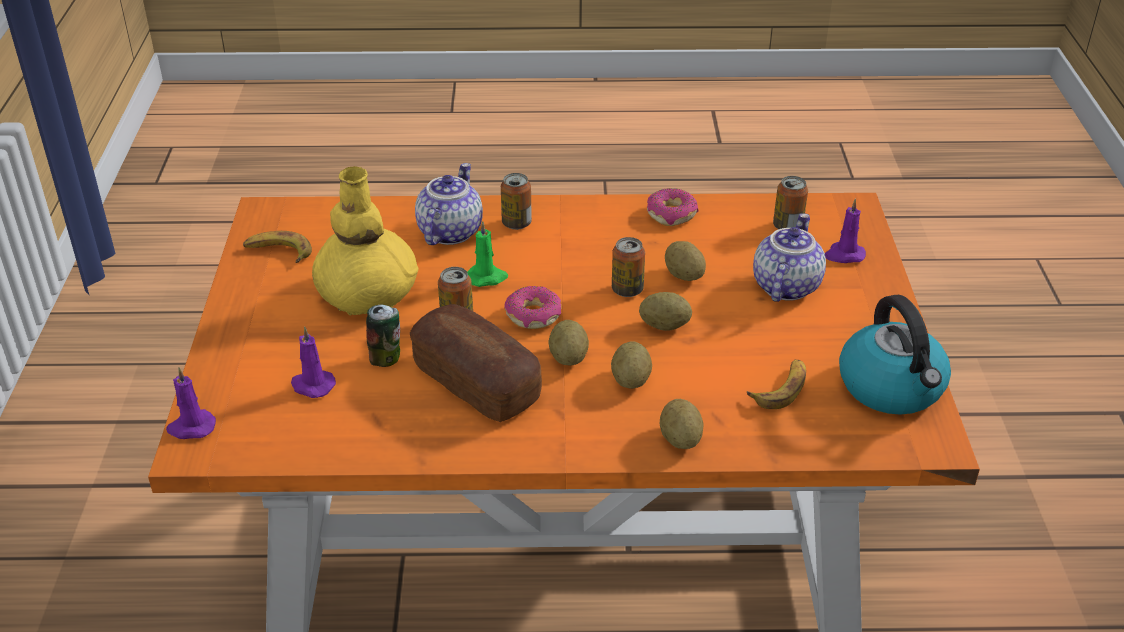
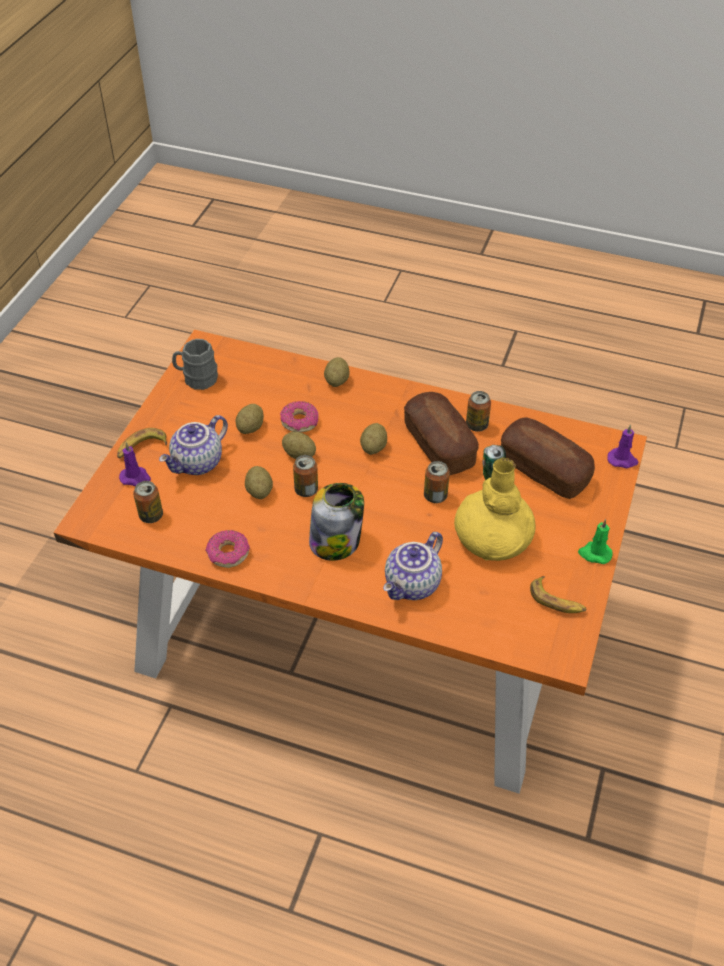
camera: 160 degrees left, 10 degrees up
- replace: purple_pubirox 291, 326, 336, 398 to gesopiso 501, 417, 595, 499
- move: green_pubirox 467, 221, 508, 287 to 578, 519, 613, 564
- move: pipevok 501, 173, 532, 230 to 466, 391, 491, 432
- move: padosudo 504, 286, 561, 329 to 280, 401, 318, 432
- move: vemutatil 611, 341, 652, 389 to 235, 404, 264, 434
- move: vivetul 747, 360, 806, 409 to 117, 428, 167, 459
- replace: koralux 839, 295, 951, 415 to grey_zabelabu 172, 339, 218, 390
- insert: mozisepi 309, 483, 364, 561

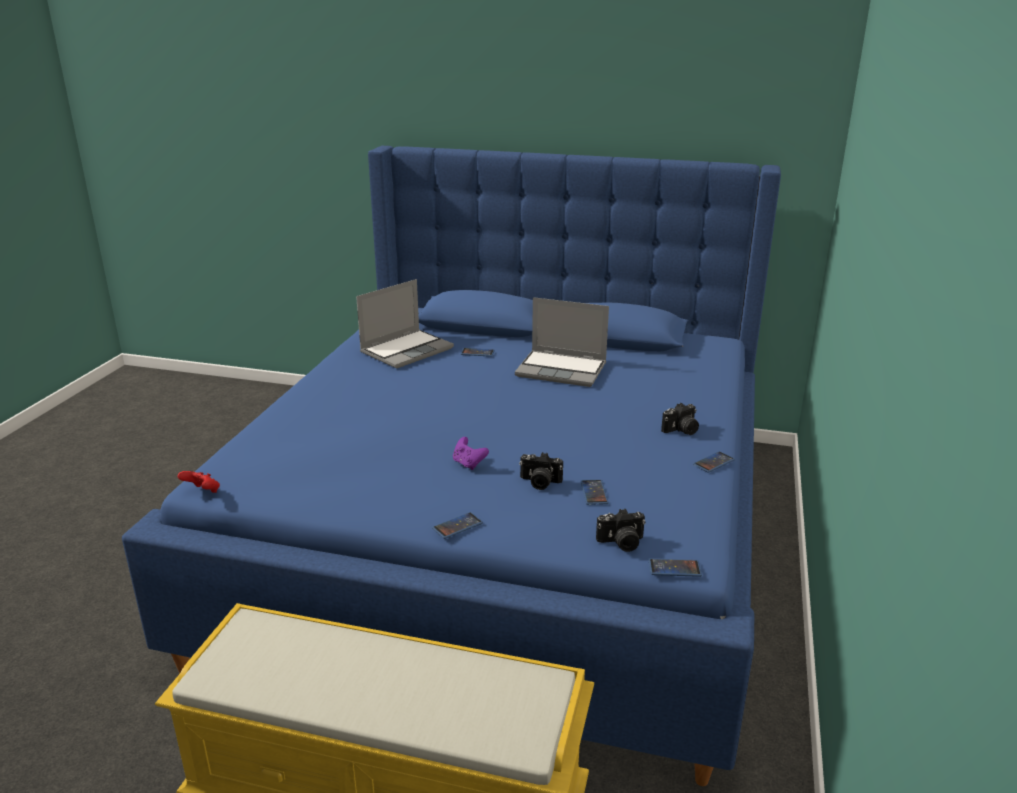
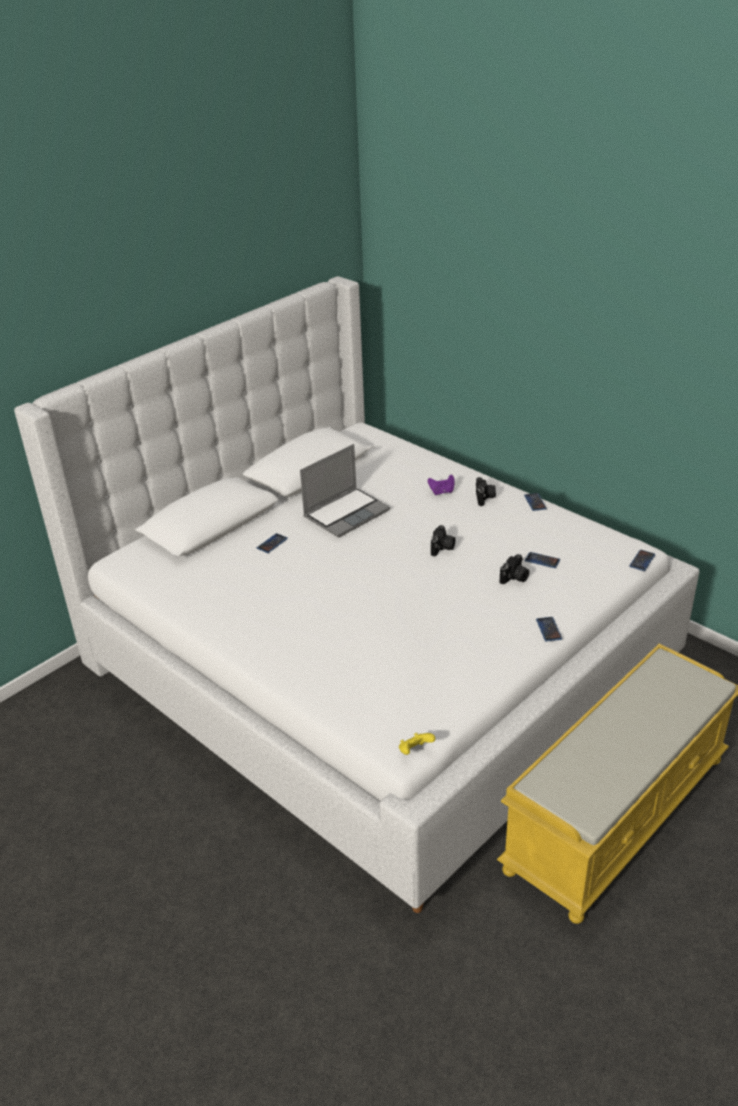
camera: 60 degrees left, 10 degrees up
- recolor: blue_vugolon 122, 146, 781, 786 to white_vugolon 14, 276, 700, 913
- recolor: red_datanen 177, 471, 220, 493 to yellow_datanen 399, 733, 435, 755
- delete: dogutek 356, 279, 454, 369
- move: purple_datanen 453, 437, 489, 470 to 428, 474, 455, 495
- move: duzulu 596, 509, 646, 552 to 431, 525, 455, 556

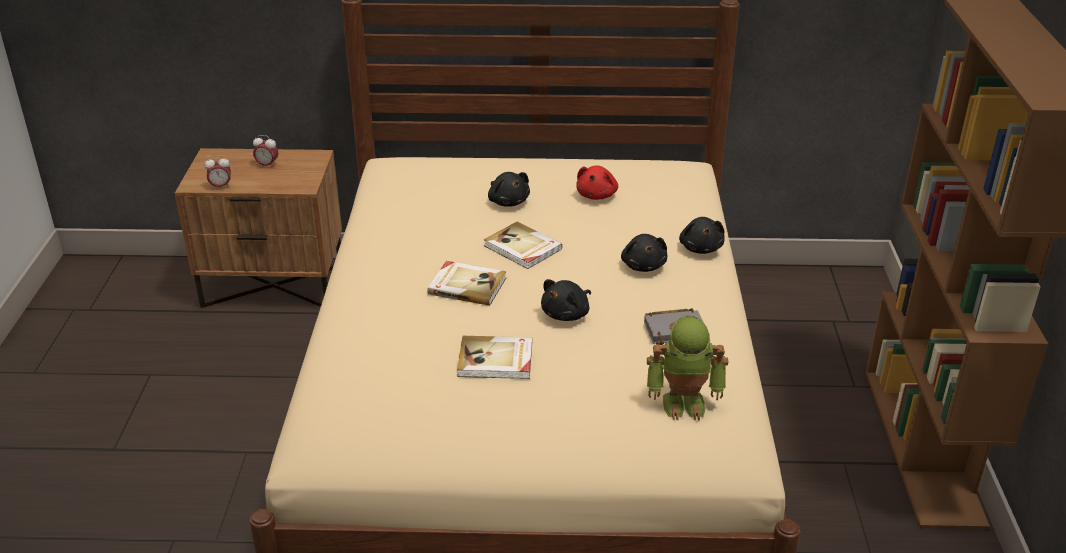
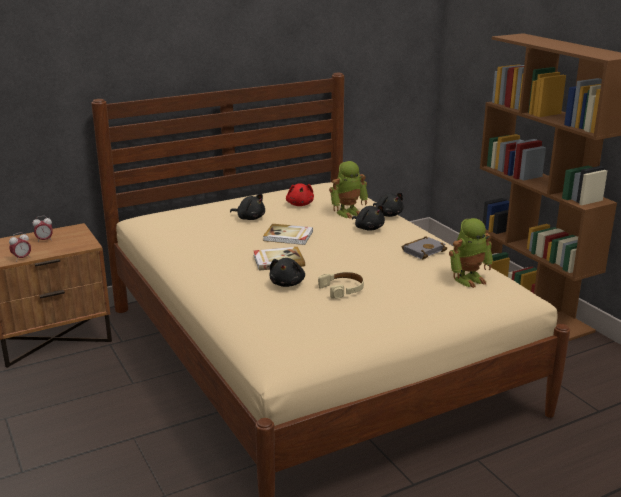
camera: 30 degrees left, 10 degrees down
- replace: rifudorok 457, 336, 532, 379 to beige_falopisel 318, 272, 364, 299
- move: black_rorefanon 541, 279, 591, 321 to 269, 258, 305, 287
- insert: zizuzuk 329, 161, 368, 219

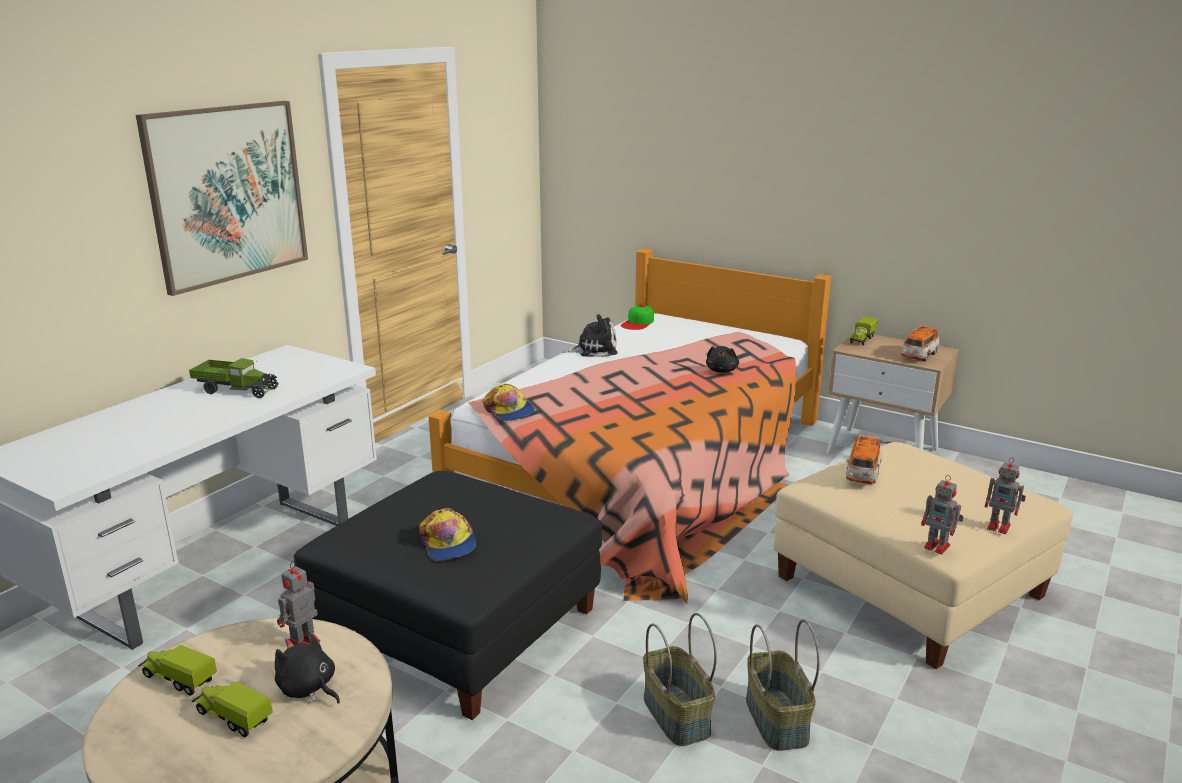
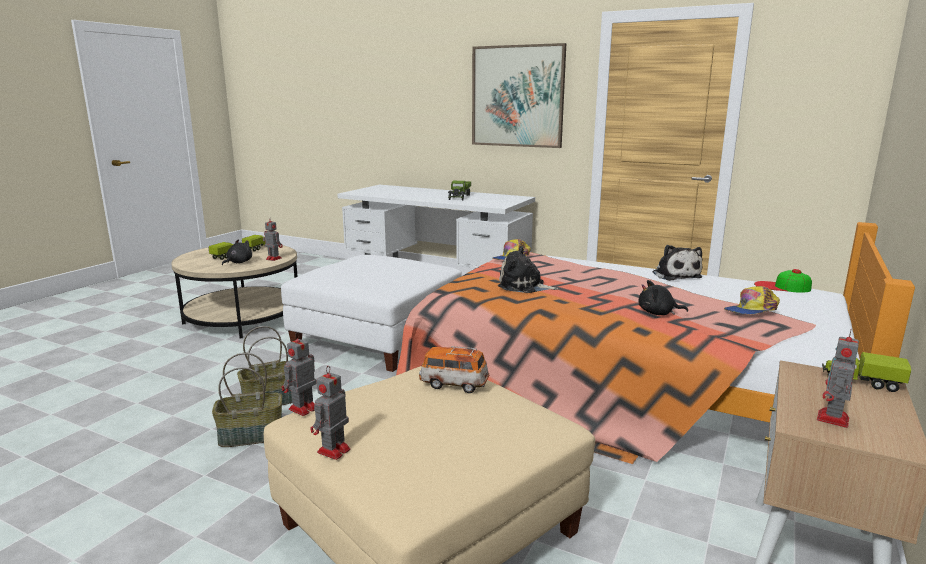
camera: 85 degrees right, 5 degrees down
- recolor: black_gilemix 294, 471, 602, 720 to white_gilemix 281, 255, 462, 372
- move: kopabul 419, 508, 476, 561 to 724, 286, 780, 314
- replace: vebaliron 901, 325, 939, 361 to zizuzuk 817, 330, 859, 428
- insert: rorefanon 498, 246, 558, 293

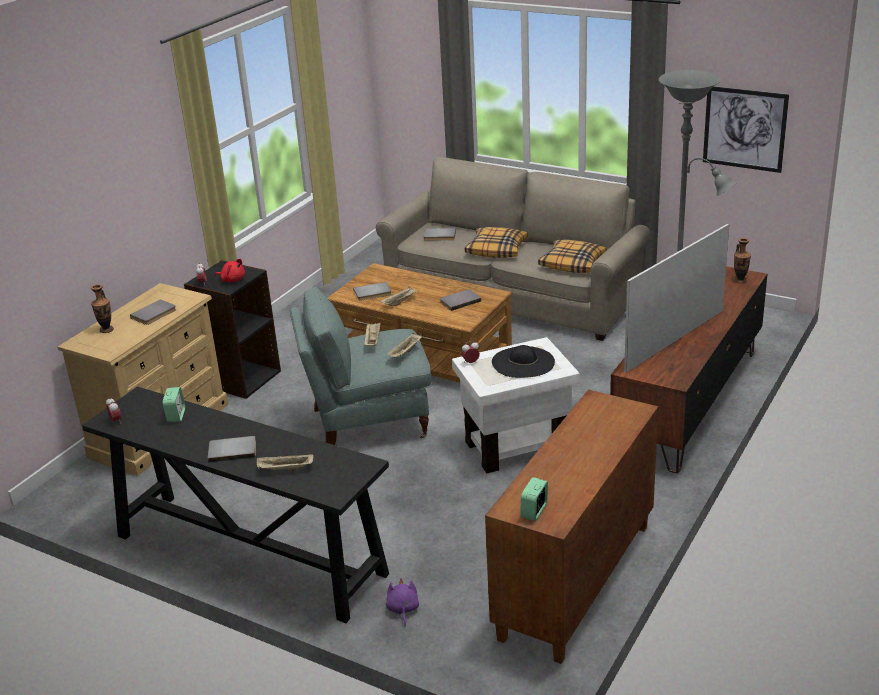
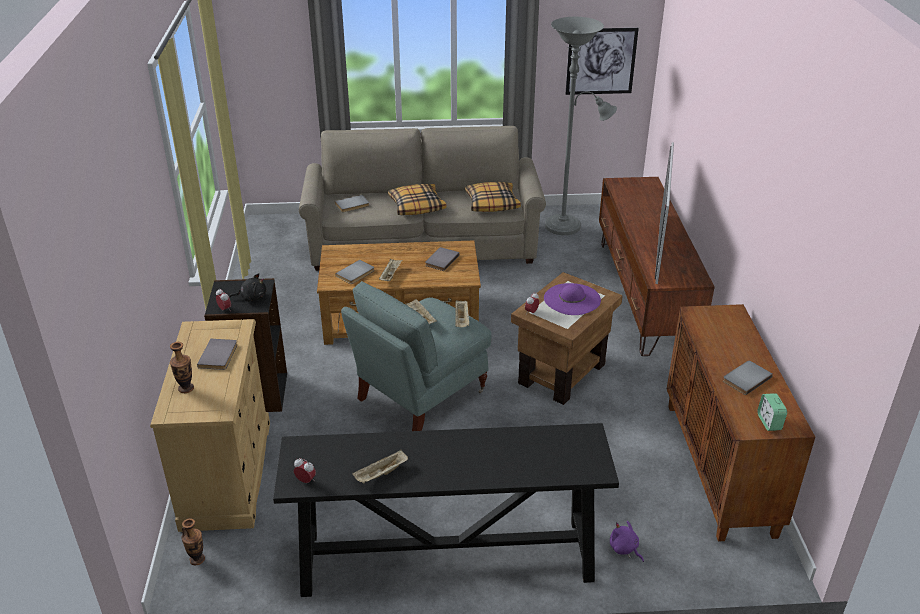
camera: 35 degrees left, 5 degrees up
- delete: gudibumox 163, 387, 185, 422
- move: grey_rifudorok 208, 436, 256, 463 to 723, 361, 773, 395
- recolor: red_rorefanon 215, 259, 245, 282 to black_rorefanon 230, 273, 266, 302
- move: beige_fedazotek 257, 453, 313, 471 to 352, 450, 408, 484
- recolor: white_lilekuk 452, 337, 580, 473 to brown_lilekuk 511, 272, 623, 405
- recolor: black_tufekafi 492, 345, 555, 378 to purple_tufekafi 544, 283, 601, 315
- move: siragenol 734, 238, 751, 284 to 182, 518, 205, 565

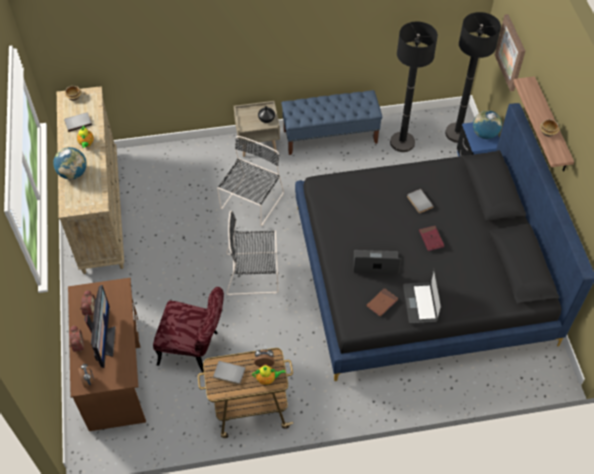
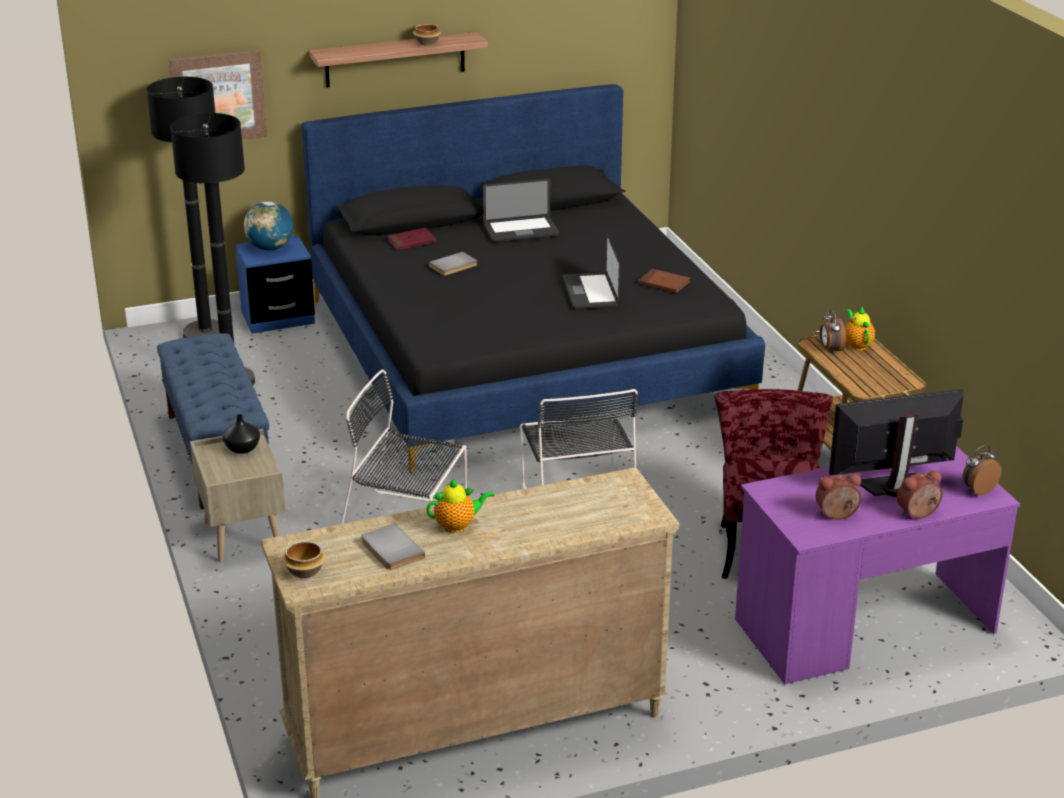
camera: 100 degrees left, 25 degrees down
- delete: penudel 53, 147, 87, 180
- recolor: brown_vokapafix 68, 278, 146, 431 to purple_vokapafix 735, 446, 1020, 684
- delete: grey_rifudorok 213, 361, 246, 385
- move: dogutek 403, 267, 441, 324 to 483, 179, 560, 243
- move: red_rifudorok 419, 226, 444, 251 to 387, 228, 436, 250

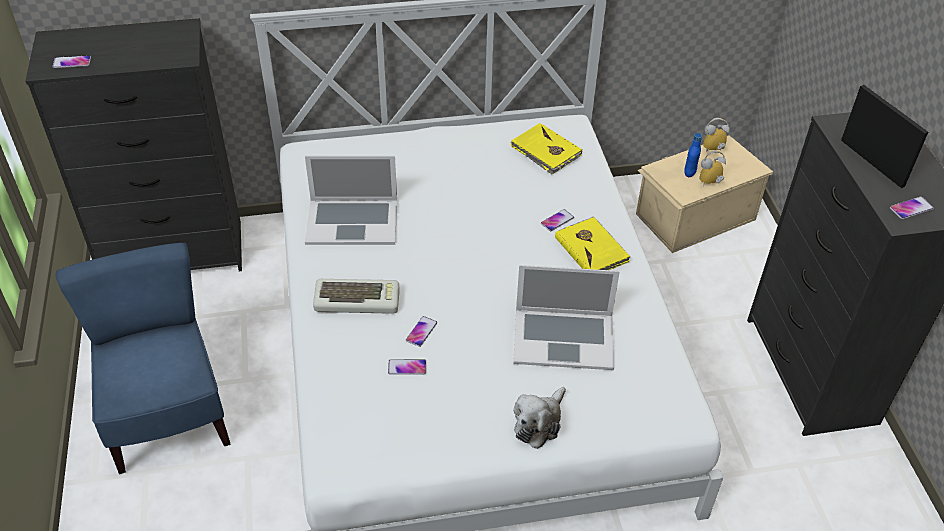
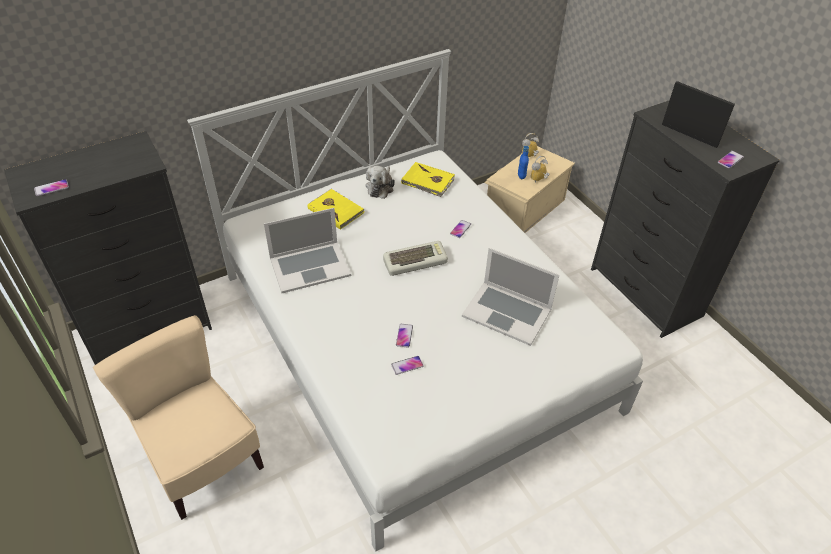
camera: 20 degrees left, 0 degrees up
- recolor: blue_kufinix 56, 243, 231, 474 to beige_kufinix 93, 315, 264, 520
- move: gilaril 313, 279, 400, 314 to 383, 241, 448, 276
- rotate: dogutek 513, 265, 620, 370 = 462, 248, 559, 346 45 degrees clockwise
- move: rorefanon 514, 387, 566, 449 to 366, 166, 395, 199
- move: yellow_rifudorok 555, 216, 630, 270 to 308, 189, 364, 230

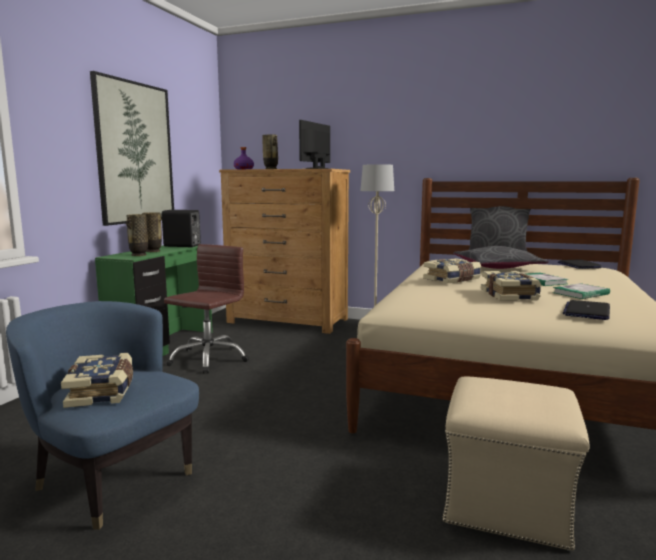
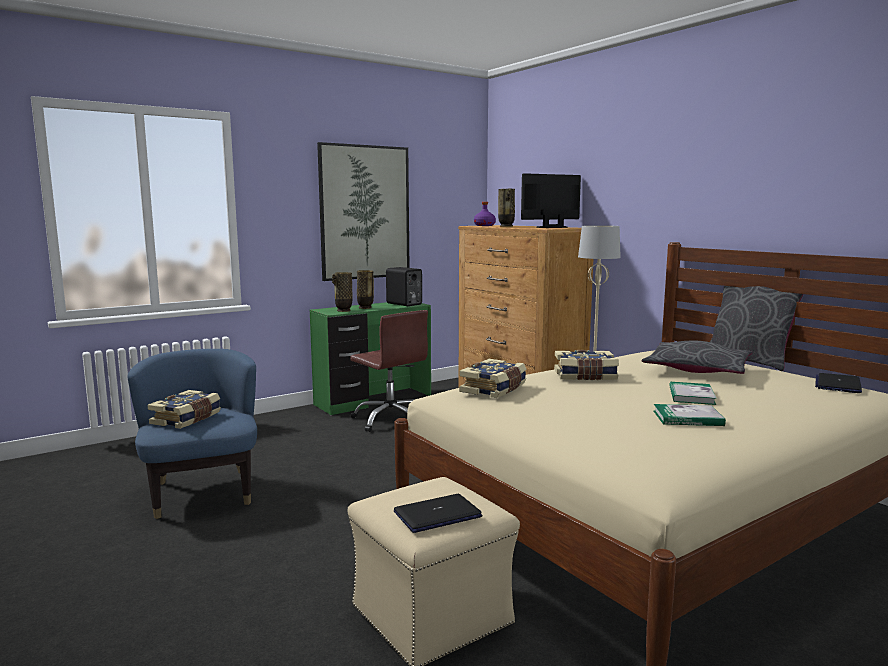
camera: 35 degrees right, 0 degrees up
- rotate: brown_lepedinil 164, 244, 249, 374 = 350, 310, 428, 432 75 degrees clockwise
- move: rifudorok 481, 271, 542, 301 to 459, 359, 526, 398
- move: dogutek 563, 300, 610, 320 to 394, 494, 482, 533

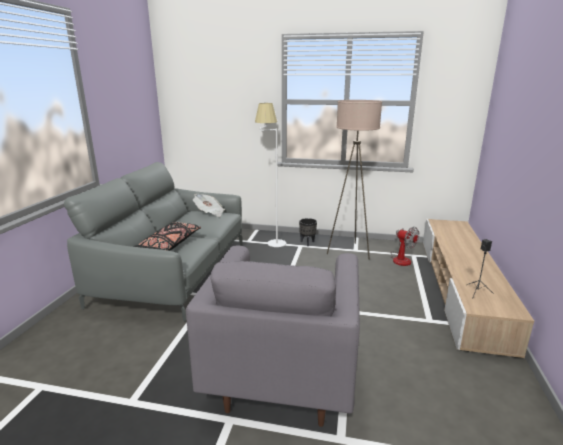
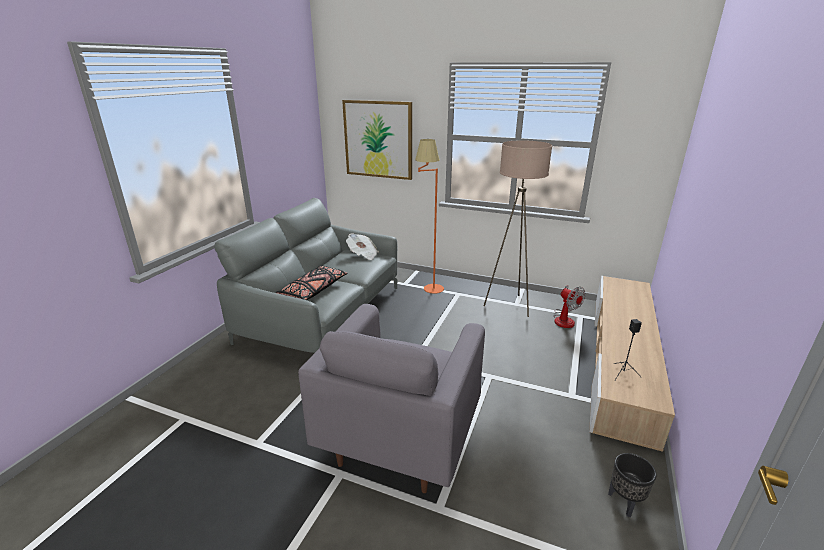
camera: 10 degrees right, 5 degrees up
- recolor: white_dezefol 255, 103, 286, 247 to orange_dezefol 415, 139, 444, 294
- move: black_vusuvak 299, 218, 317, 246 to 608, 453, 657, 517
- insert: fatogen 342, 100, 412, 180

